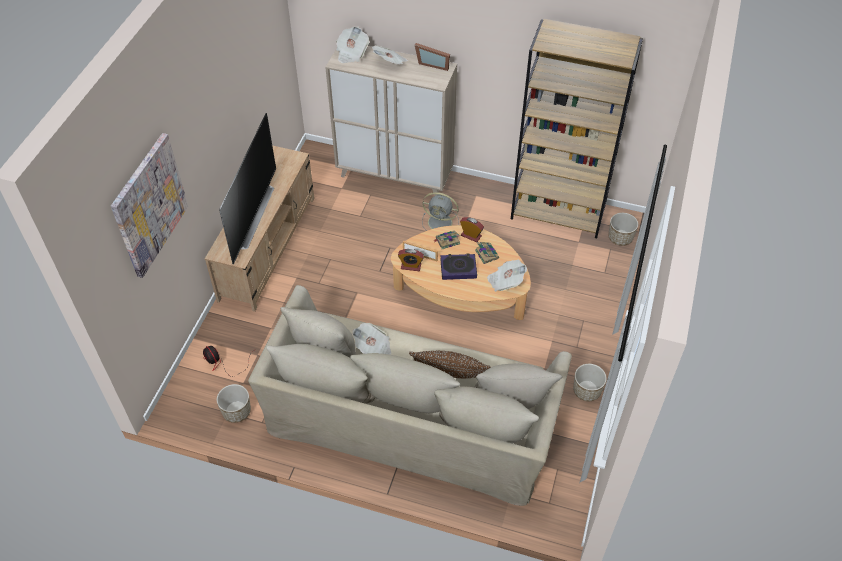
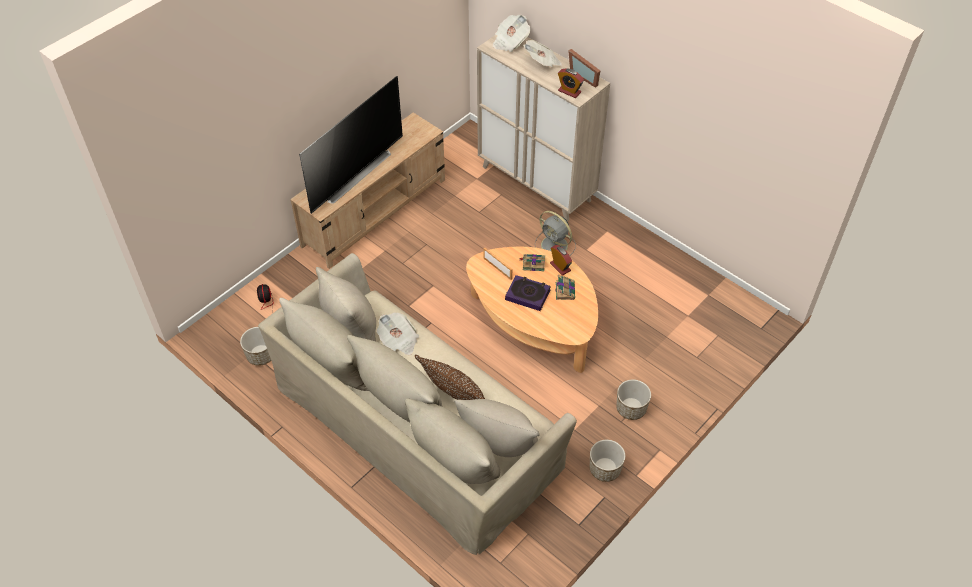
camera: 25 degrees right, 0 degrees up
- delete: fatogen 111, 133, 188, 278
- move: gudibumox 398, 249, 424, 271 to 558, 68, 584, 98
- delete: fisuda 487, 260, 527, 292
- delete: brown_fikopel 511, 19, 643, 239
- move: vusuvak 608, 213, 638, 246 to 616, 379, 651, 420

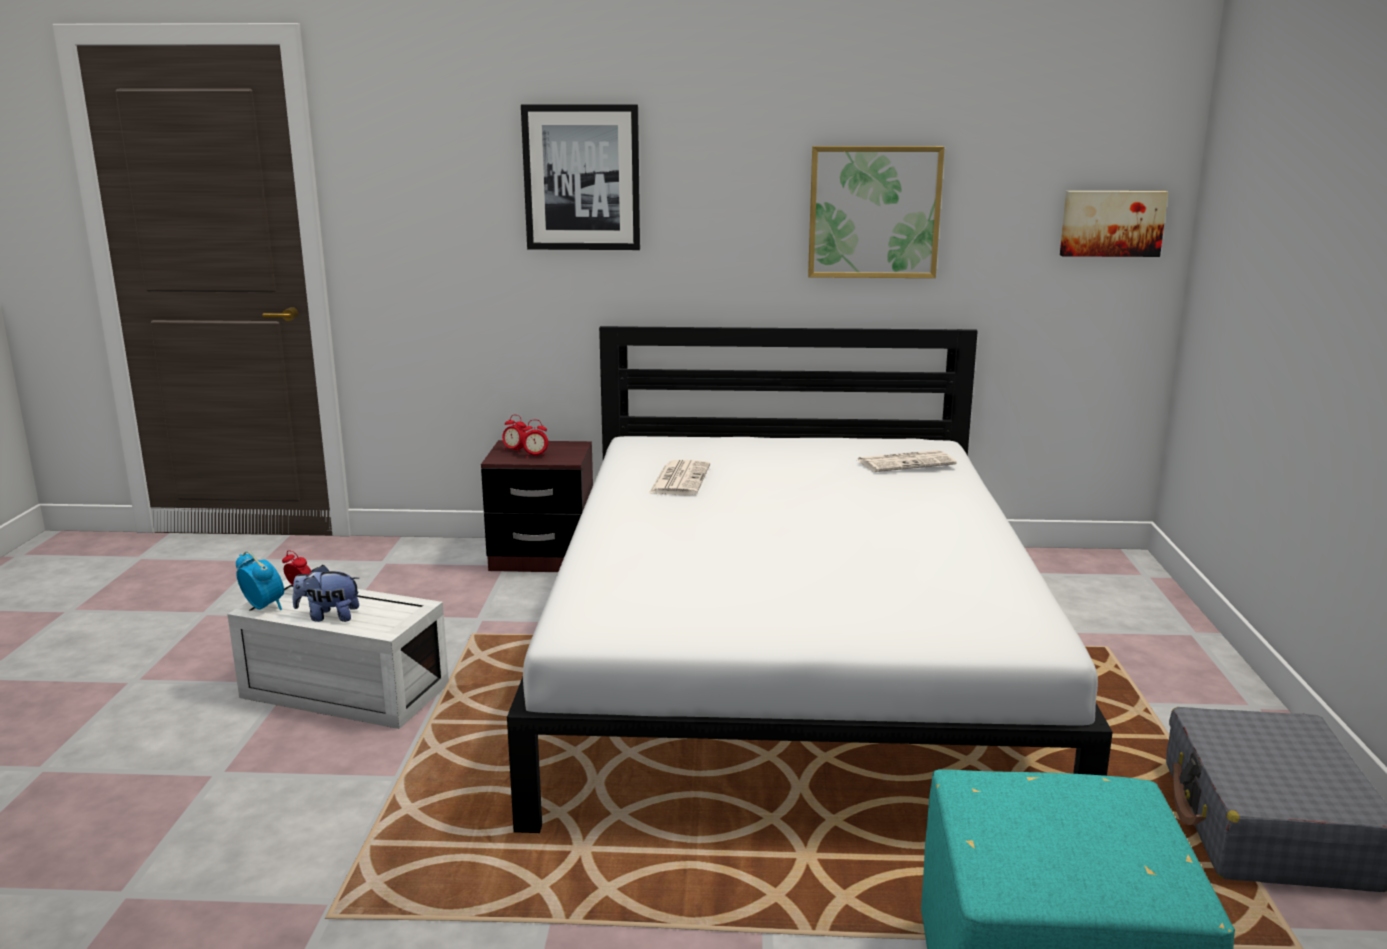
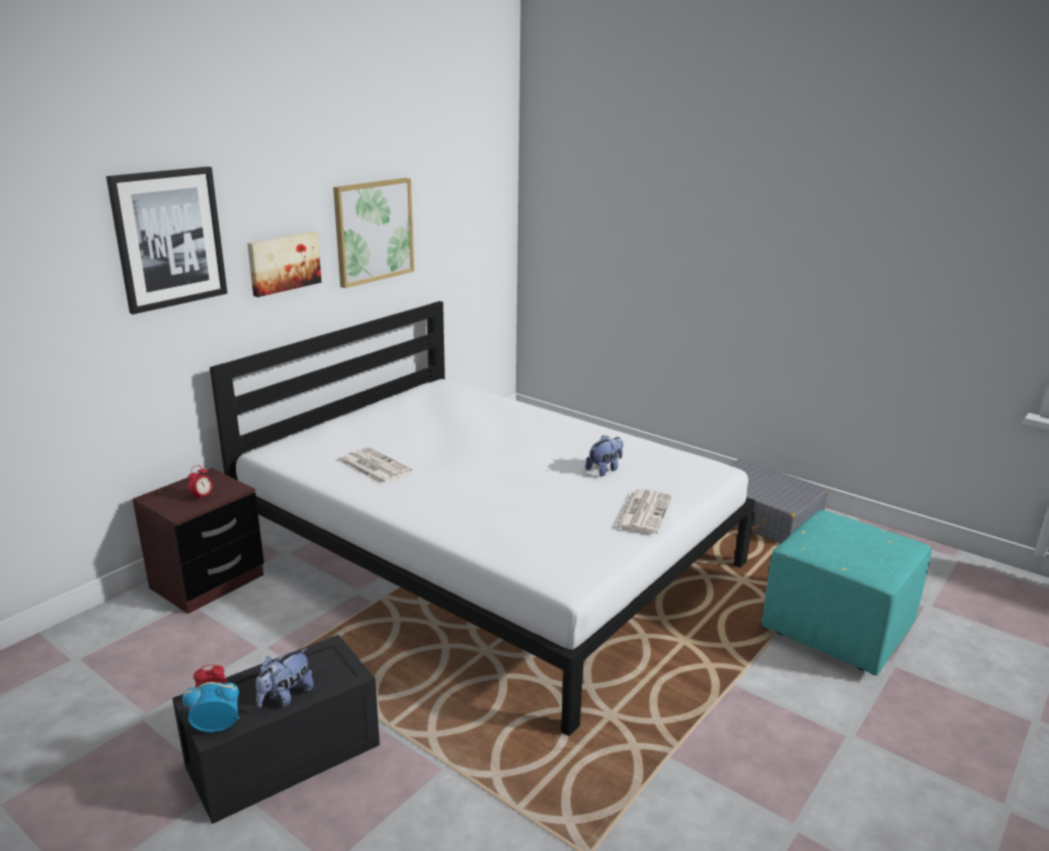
camera: 55 degrees left, 5 degrees up
- recolor: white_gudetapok 227, 579, 449, 729 to black_gudetapok 172, 635, 380, 824
- delete: gudibumox 502, 415, 526, 453
- move: fisuda 857, 450, 957, 472 to 615, 489, 672, 534
- move: fatogen 1060, 191, 1168, 257 to 247, 232, 322, 297
- insert: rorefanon 585, 435, 623, 477

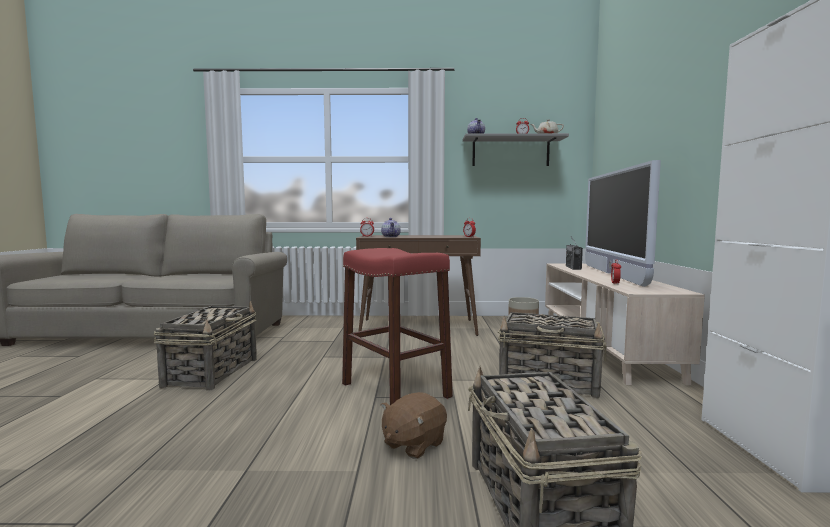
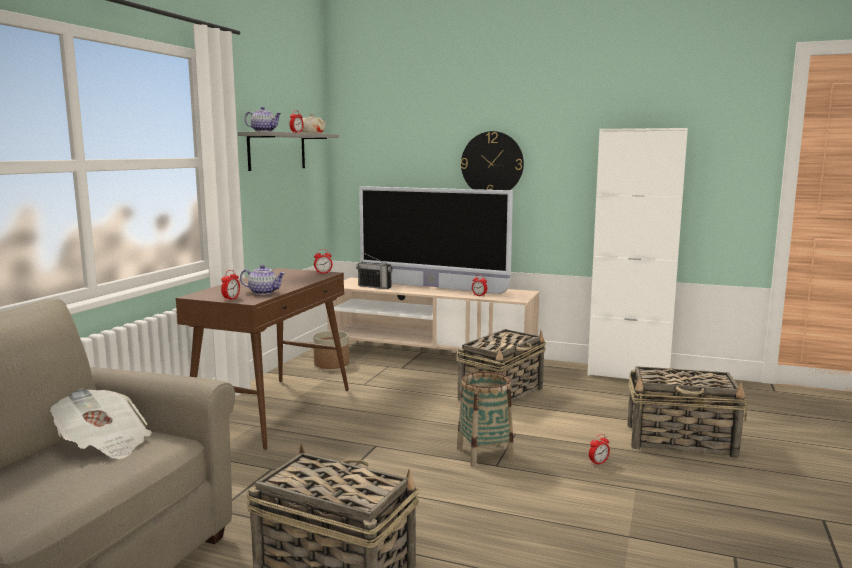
camera: 70 degrees left, 5 degrees up
- replace: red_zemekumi 342, 248, 453, 405 to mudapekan 457, 371, 514, 467
- replace: brown_rorefanon 381, 392, 447, 459 to gudibumox 589, 434, 610, 466
- insert: fisuda 50, 389, 152, 459
- insert: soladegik 461, 131, 524, 190

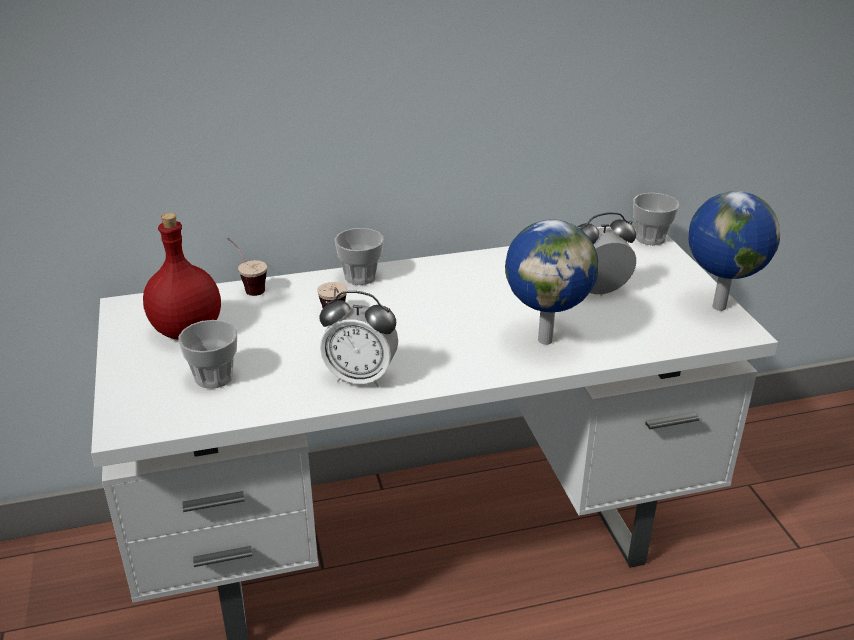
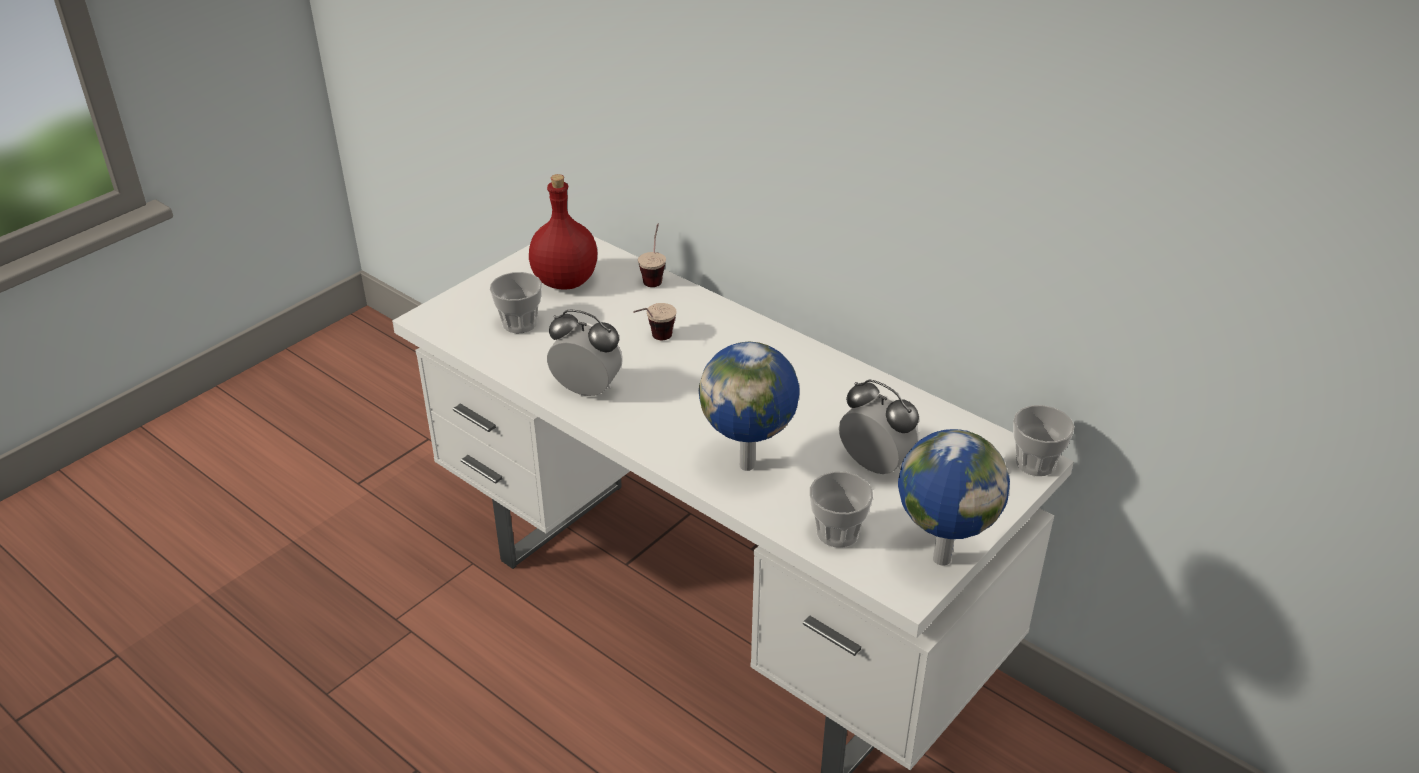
camera: 55 degrees right, 5 degrees up
- rotate: gudibumox 319, 291, 398, 388 = 547, 310, 623, 396 135 degrees clockwise
- move: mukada 335, 228, 384, 285 to 810, 471, 873, 548

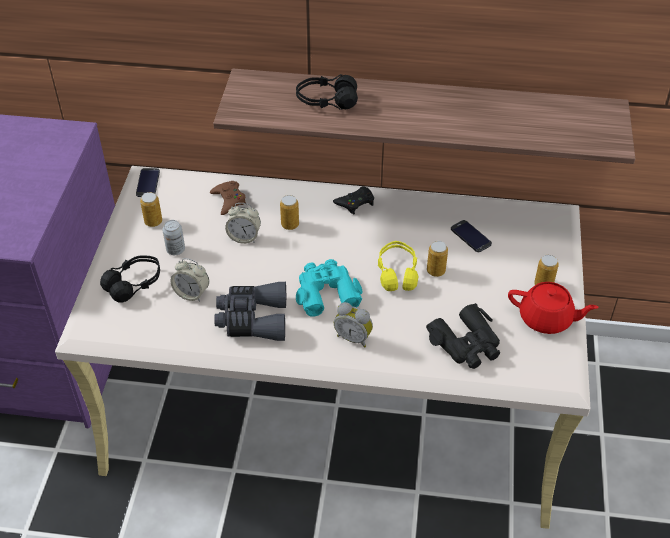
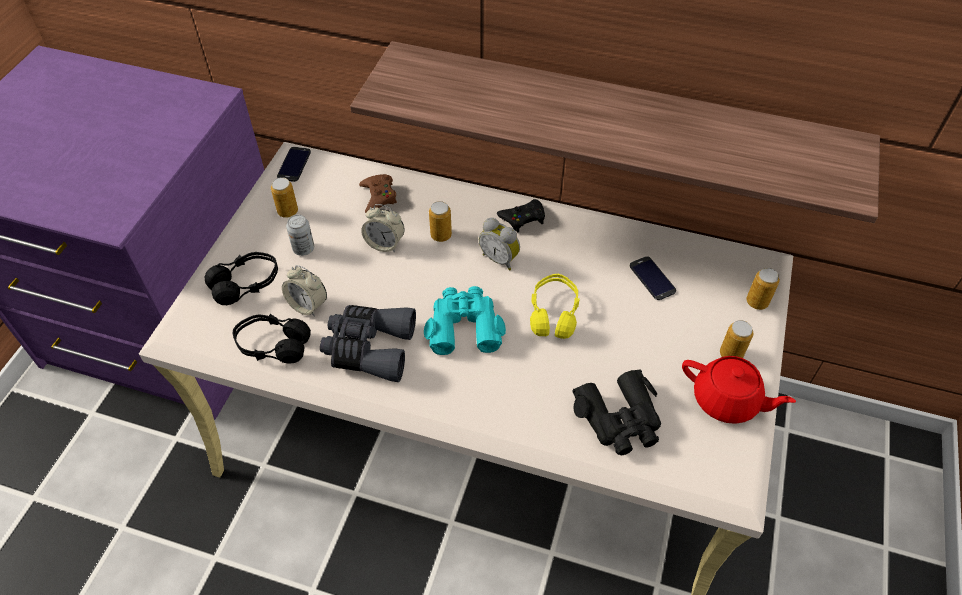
camera: 10 degrees right, 5 degrees up
- move: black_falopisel 296, 74, 358, 110 to 233, 314, 311, 364
- move: gudibumox 334, 302, 373, 348 to 479, 218, 520, 270
- move: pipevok 427, 241, 448, 277 to 746, 268, 779, 310

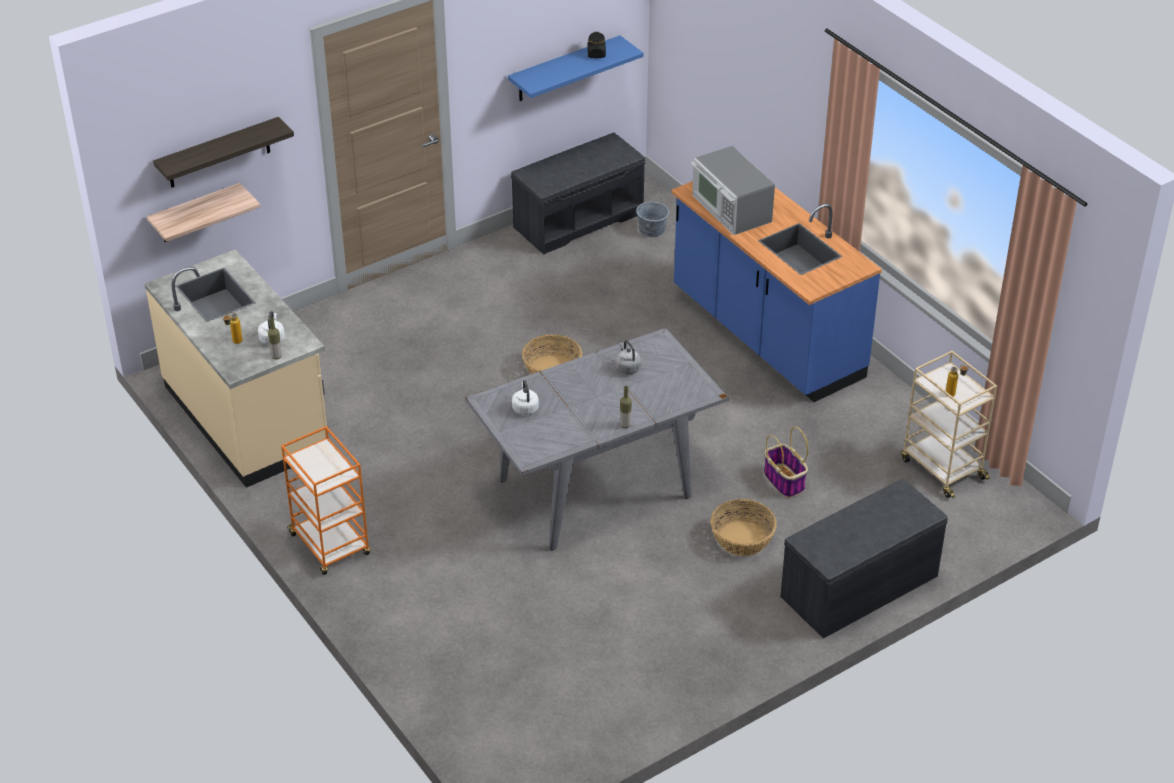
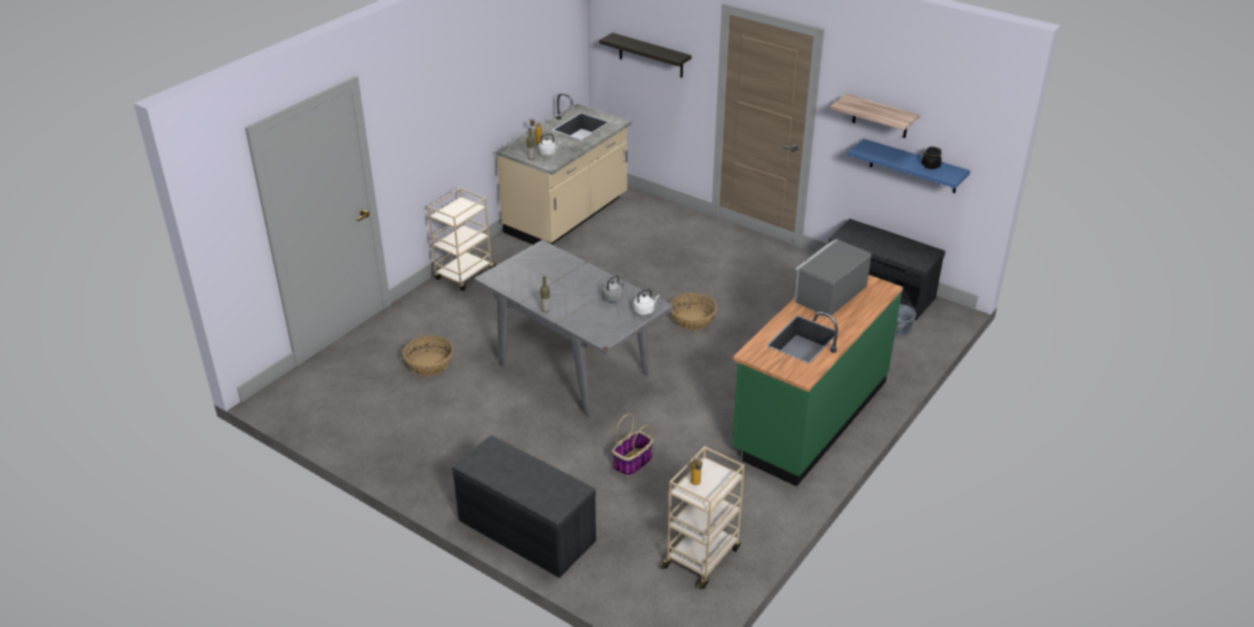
camera: 70 degrees right, 5 degrees down
- move: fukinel 147, 183, 260, 242 to 830, 94, 920, 138
- recolor: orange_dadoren 281, 426, 371, 575 to beige_dadoren 428, 188, 497, 291
- move: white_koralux 512, 380, 539, 415 to 633, 289, 659, 315
- recolor: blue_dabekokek 671, 181, 882, 402 to green_dabekokek 732, 275, 903, 486
- move: mudapekan 710, 499, 777, 556 to 403, 336, 453, 376

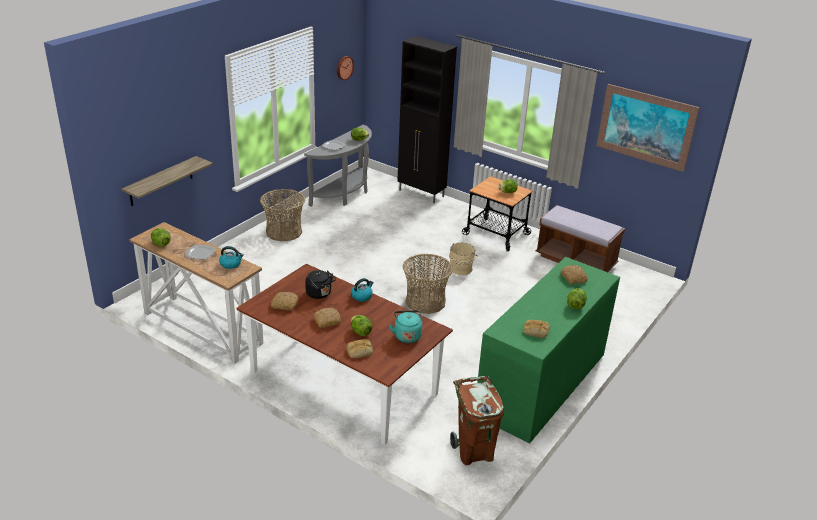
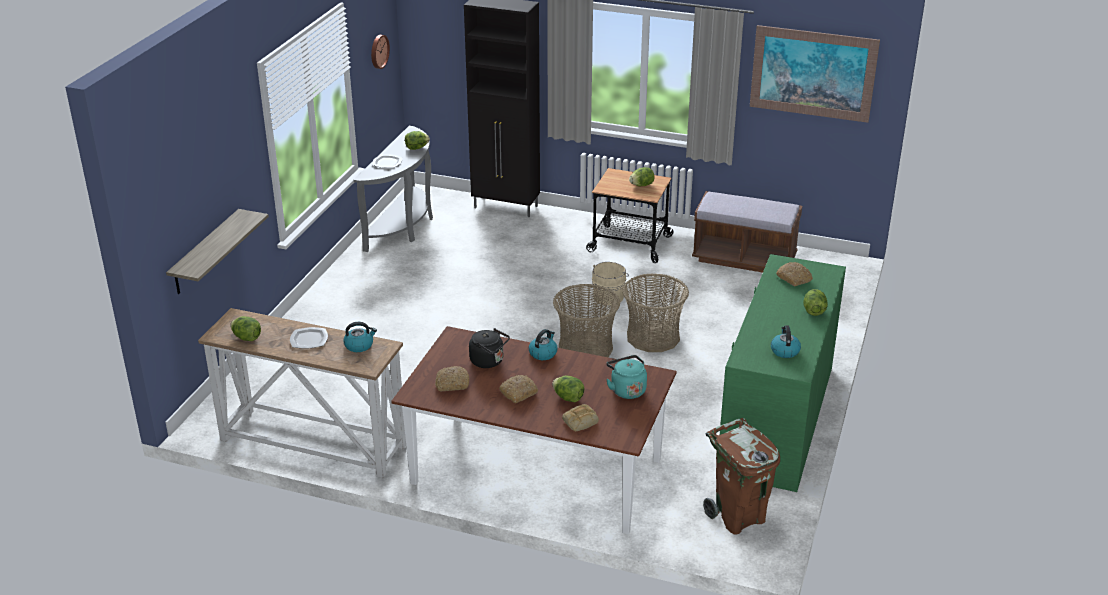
camera: 15 degrees left, 0 degrees up
- move: mudapekan 260, 189, 305, 241 to 622, 273, 689, 352
- replace: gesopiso 523, 320, 550, 338 to koralux 771, 326, 801, 358

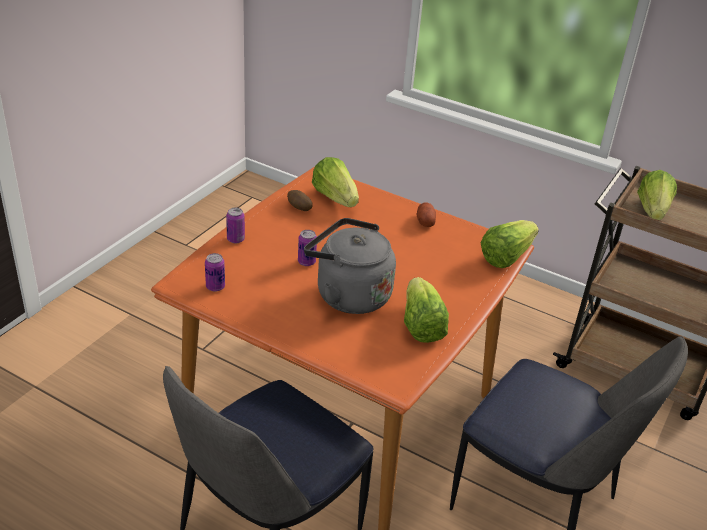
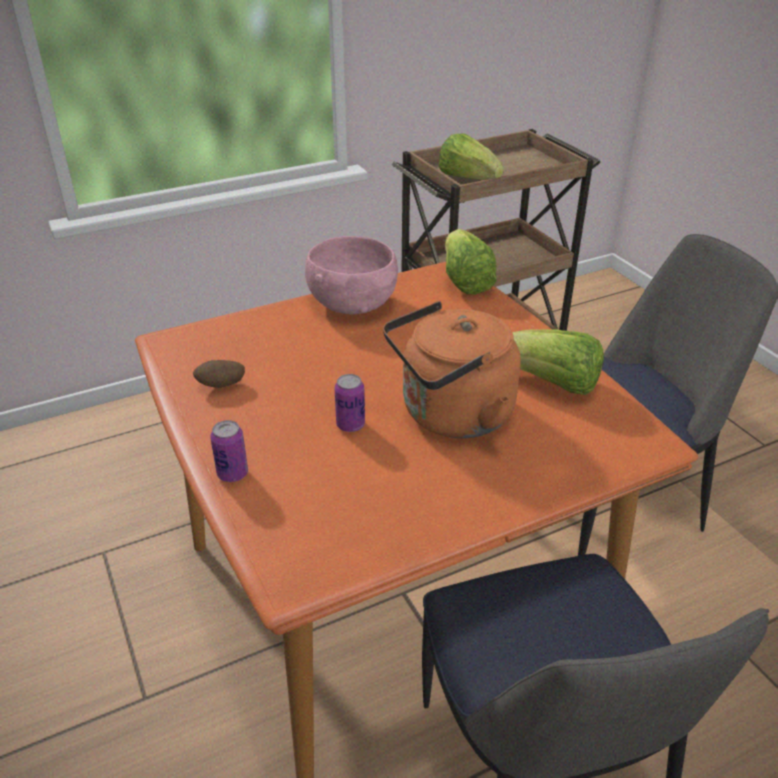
camera: 55 degrees left, 0 degrees up
- delete: pipevok 205, 253, 225, 291
- recolor: grey_koralux 304, 218, 396, 314 to orange_koralux 383, 301, 521, 438
- delete: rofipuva 312, 157, 359, 207
- replace: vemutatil 417, 202, 436, 227 to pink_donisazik 305, 236, 398, 314

